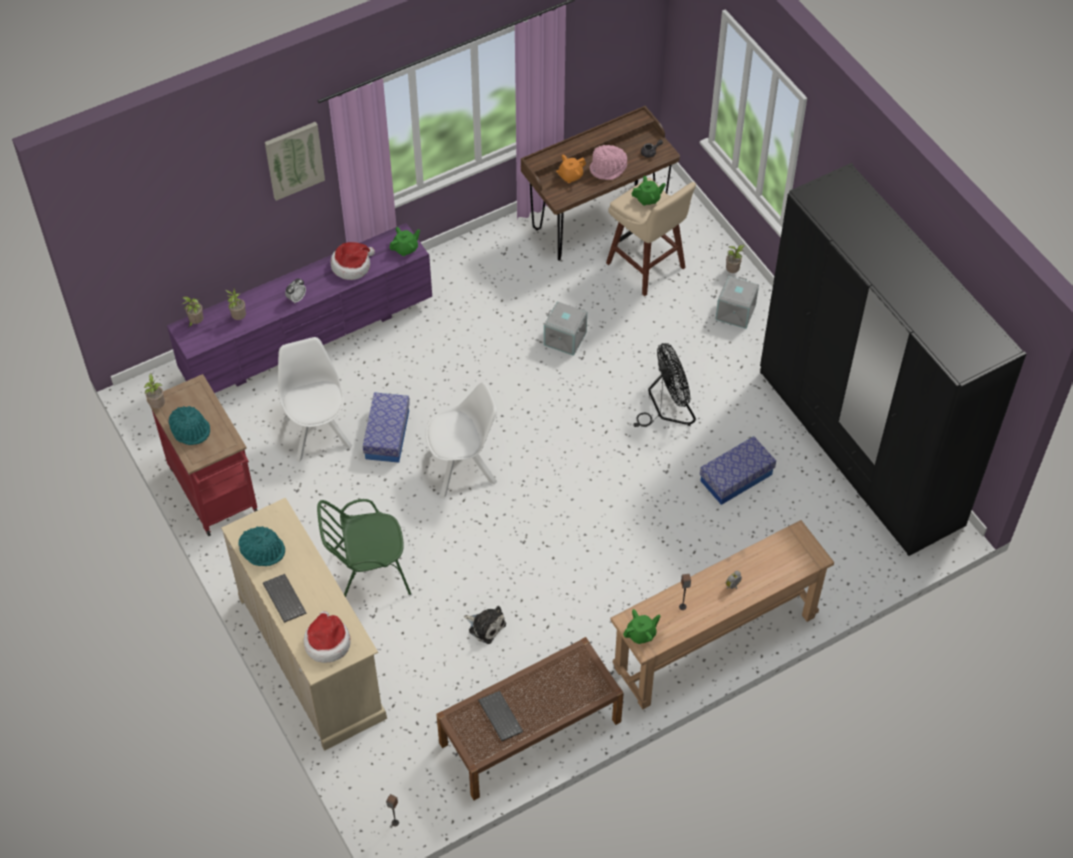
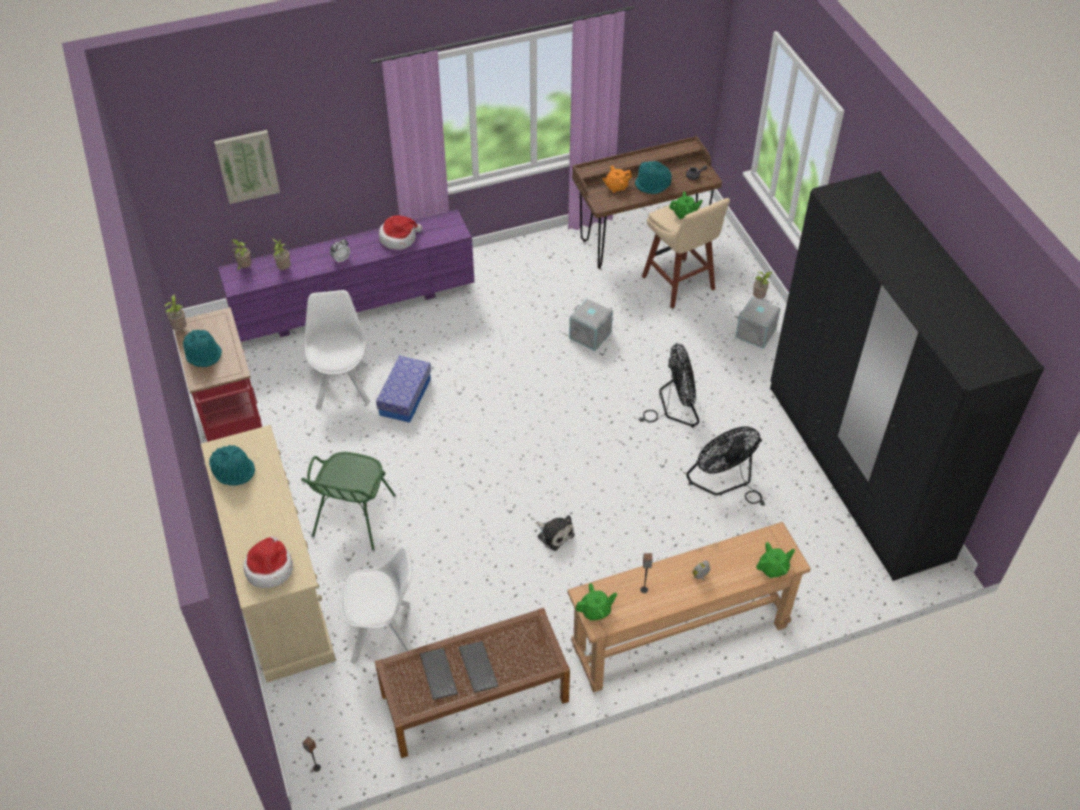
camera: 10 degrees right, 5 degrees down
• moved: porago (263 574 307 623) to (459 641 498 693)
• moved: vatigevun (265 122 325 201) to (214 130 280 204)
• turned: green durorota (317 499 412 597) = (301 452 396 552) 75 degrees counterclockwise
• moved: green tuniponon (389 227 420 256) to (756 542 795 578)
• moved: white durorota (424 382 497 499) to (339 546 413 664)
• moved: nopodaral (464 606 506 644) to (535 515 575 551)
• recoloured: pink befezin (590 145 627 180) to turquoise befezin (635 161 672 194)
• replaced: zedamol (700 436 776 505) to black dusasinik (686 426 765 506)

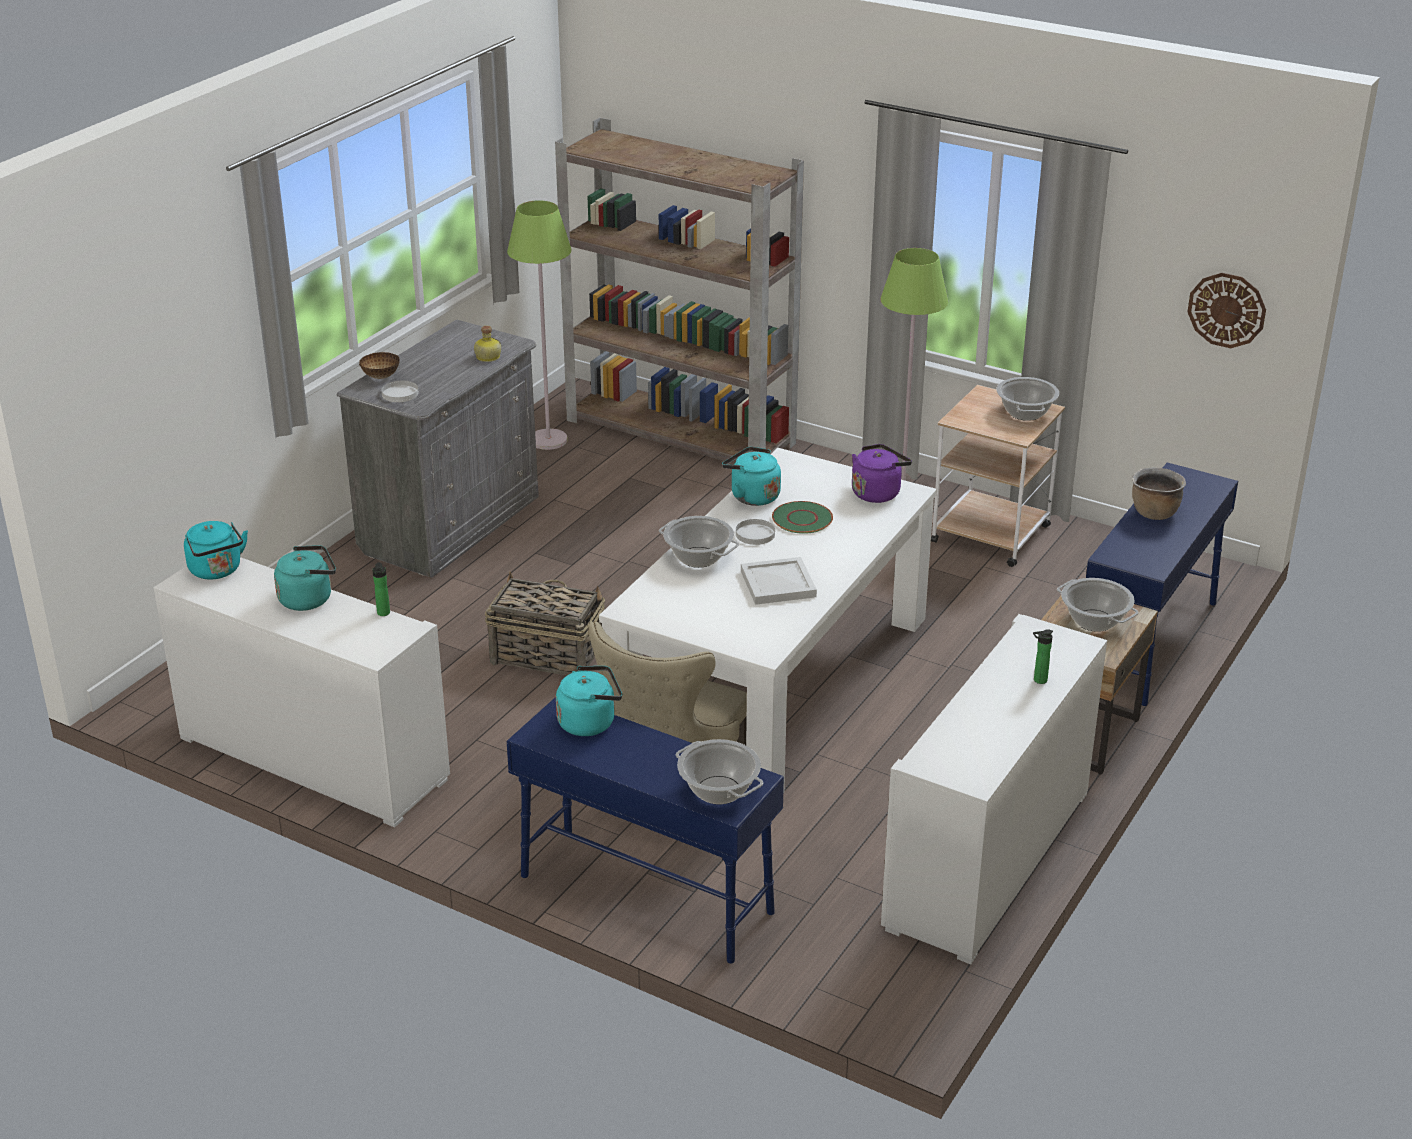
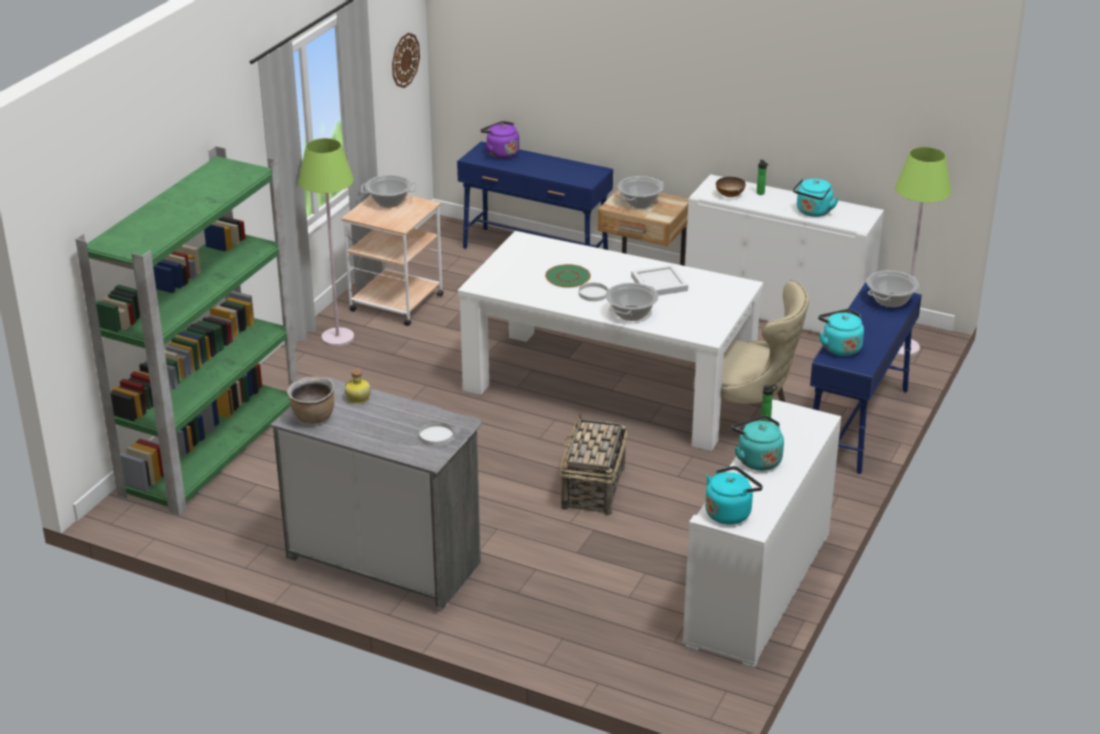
camera: 95 degrees left, 0 degrees up
• moved: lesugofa (359 352 400 379) to (716 177 746 197)
• moved: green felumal (507 200 571 450) to (895 147 951 357)
• recoloured: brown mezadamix (555 118 804 464) to green mezadamix (75 146 298 515)
• moved: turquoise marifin (722 447 781 506) to (793 179 839 217)
• moved: purple marifin (852 444 912 503) to (480 121 519 159)
• moved: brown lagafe (1132 467 1186 520) to (287 377 335 424)

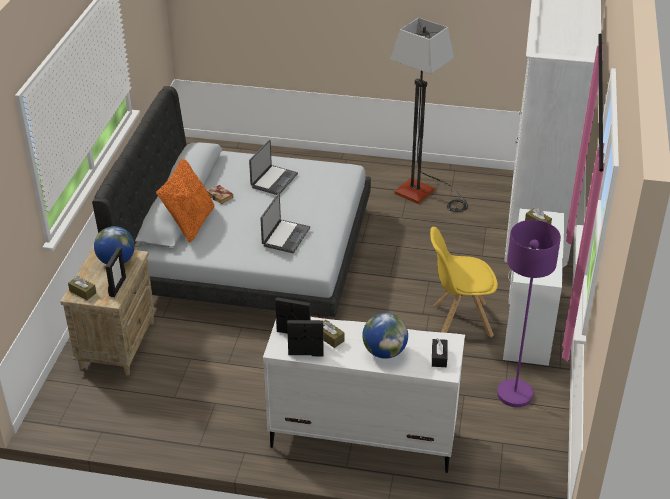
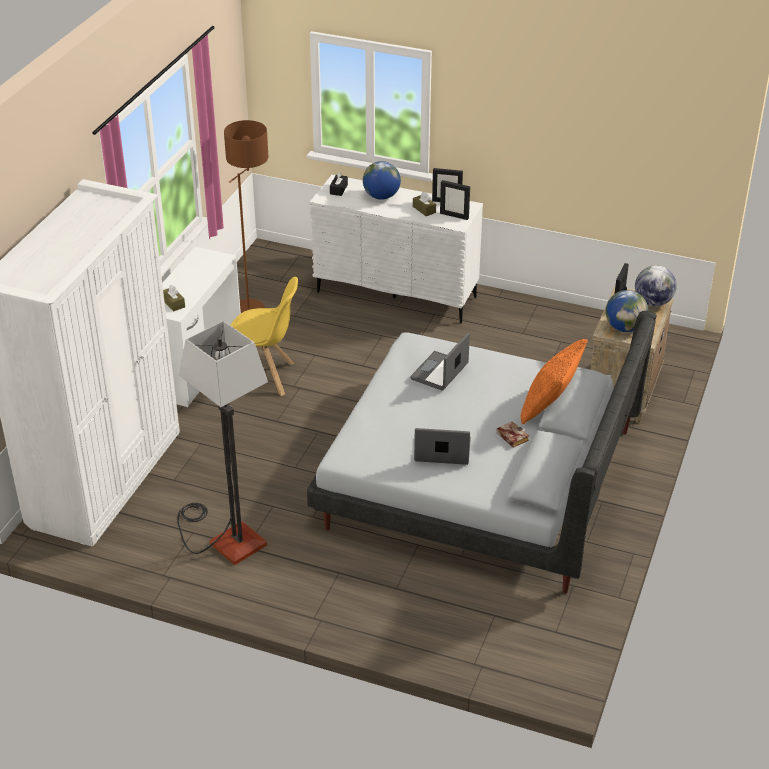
camera: 170 degrees left, 0 degrees up
• replaced: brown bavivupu (68 276 96 300) to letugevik (635 265 677 306)
• turned: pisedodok (249 140 298 195) = (414 428 471 465) 60 degrees clockwise
• recoloured: purple felumal (497 220 561 407) to brown felumal (224 120 268 313)

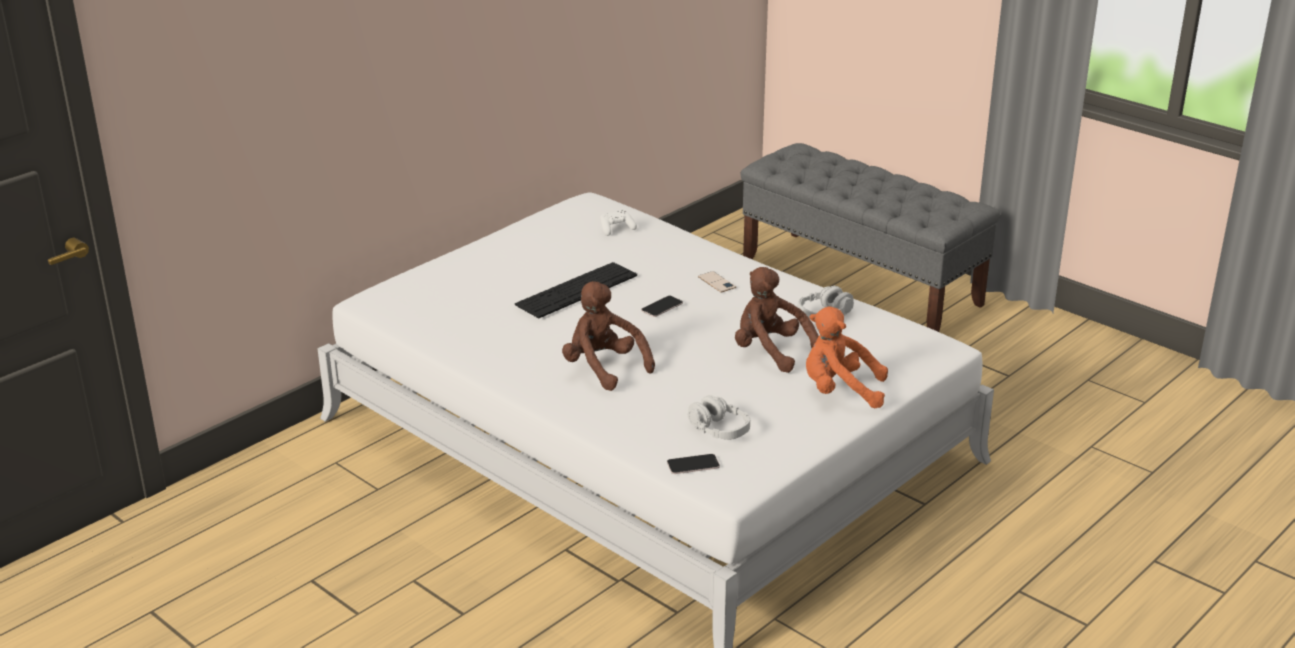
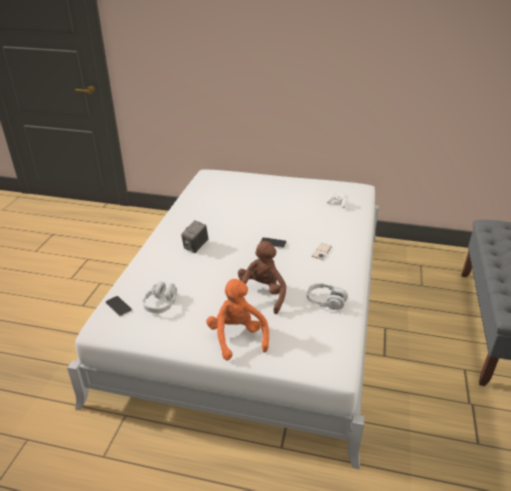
camera: 60 degrees right, 5 degrees up
• removed: porago (515 262 637 318)
• replaced: brown nopodaral (562 281 655 391) to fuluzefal (181 220 209 253)

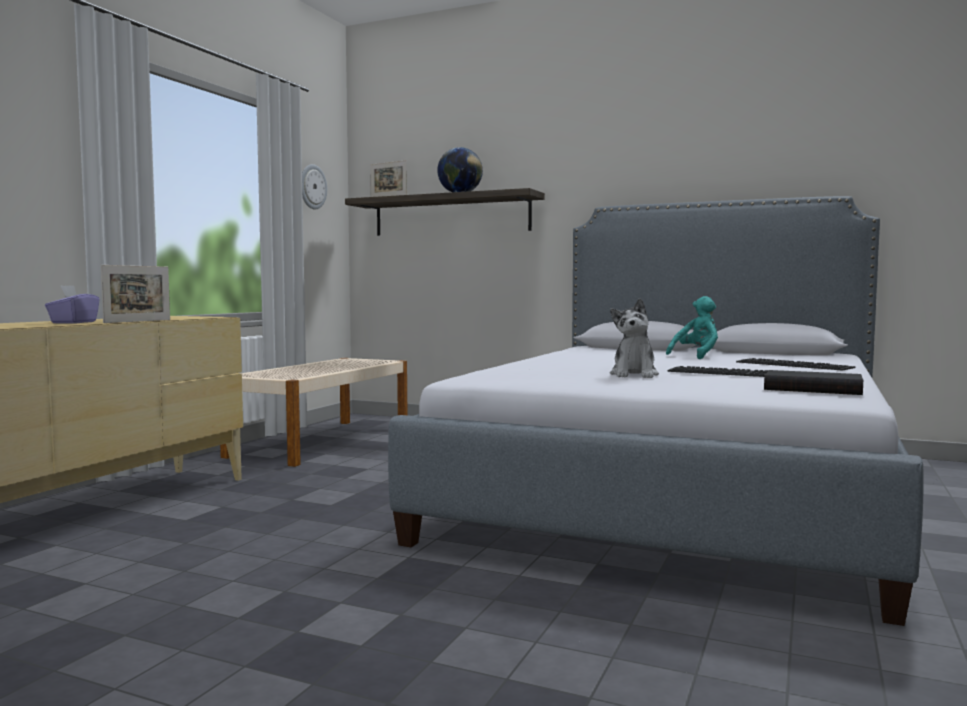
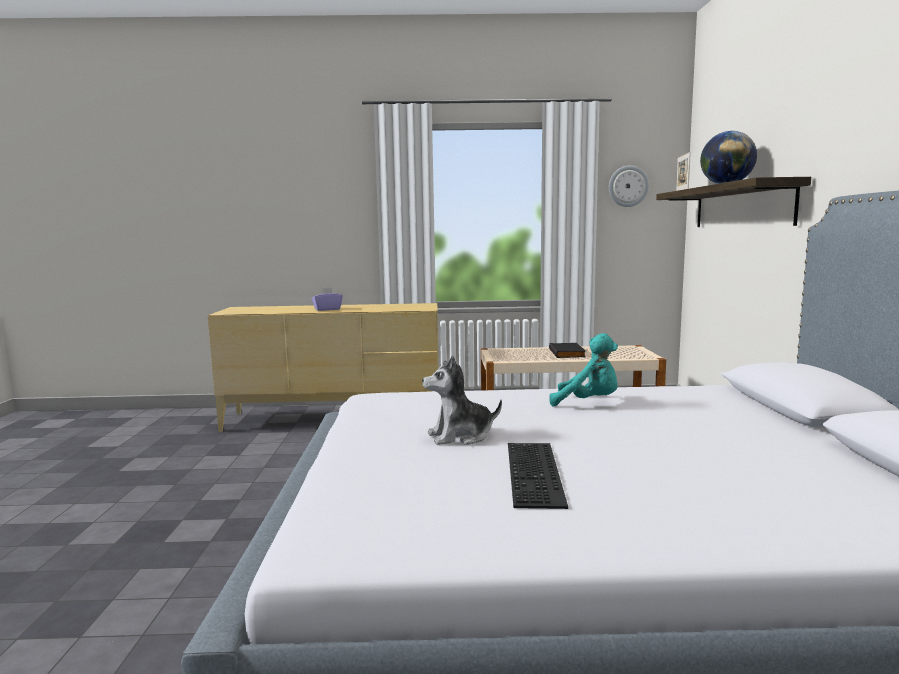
camera: 65 degrees right, 5 degrees up
• removed: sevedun (101 265 170 323)
• moved: turquoise nopodaral (666 296 718 359) to (549 333 618 407)
• removed: porago (736 358 855 371)
• moved: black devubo (764 370 863 395) to (549 343 586 358)

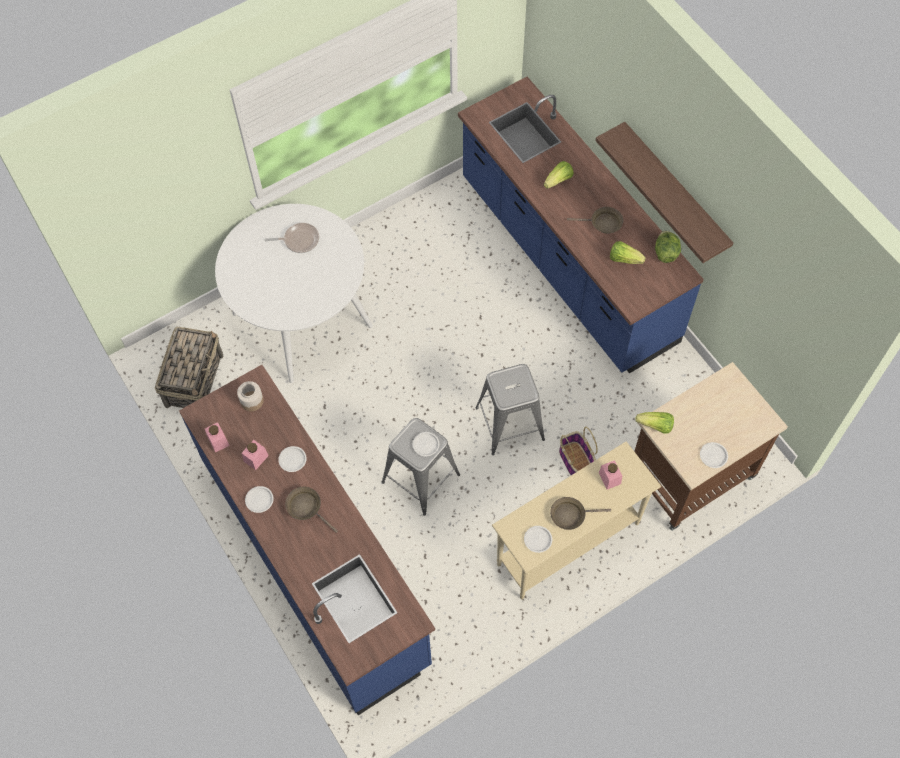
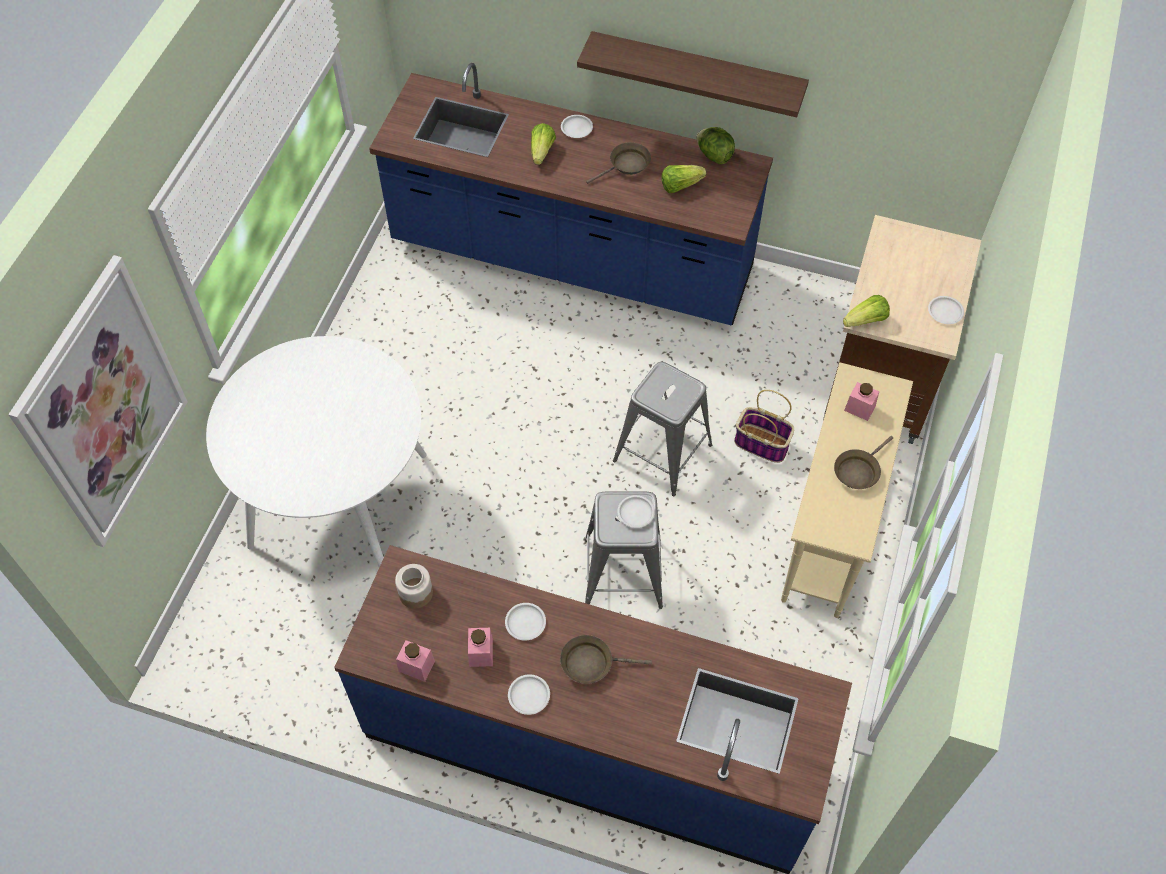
camera: 40 degrees left, 5 degrees down
• removed: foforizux (155 327 224 408)
• removed: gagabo (264 223 319 253)
• moved: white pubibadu (524 526 552 553) to (561 115 593 138)
• added: vatigevun (8 255 188 547)

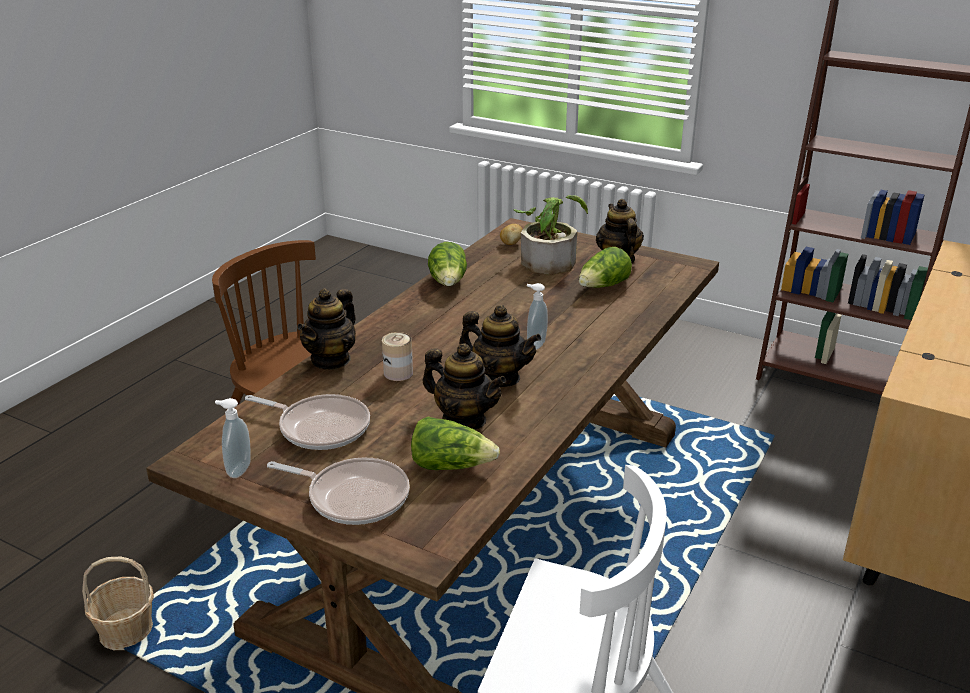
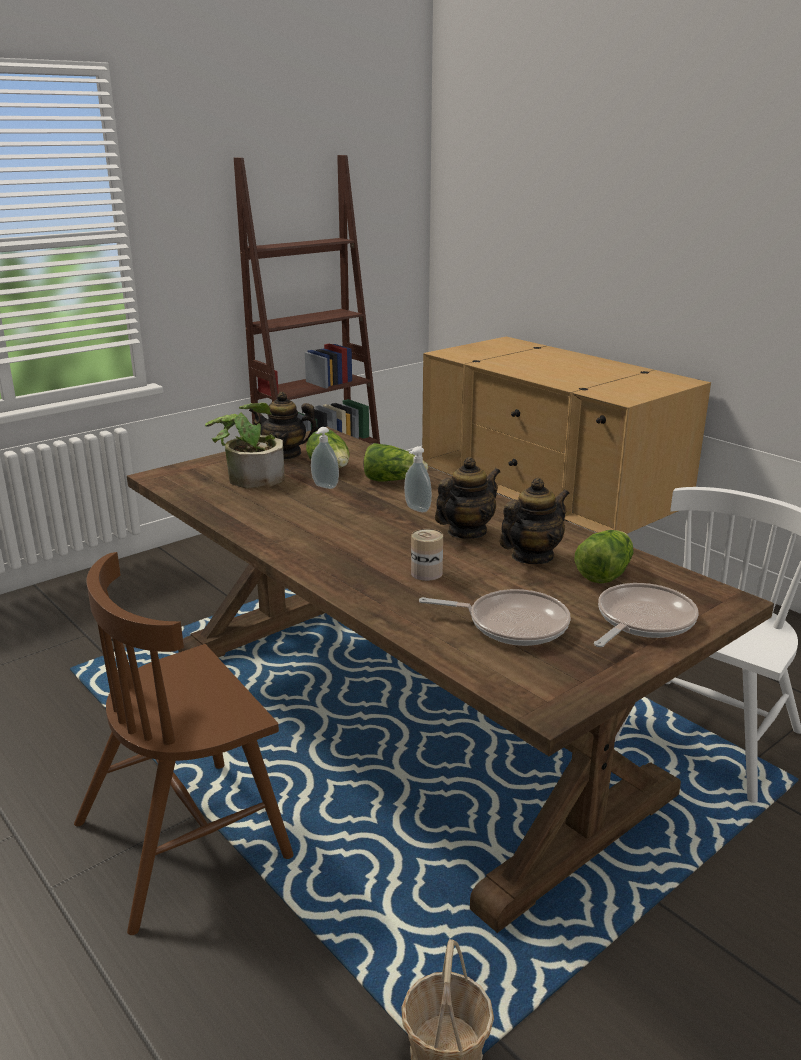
camera: 70 degrees left, 5 degrees down
• moved: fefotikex (215 398 251 478) to (311 427 339 489)
• turned: gagabo (245 394 370 450) = (419 589 570 646) 60 degrees clockwise
• removed: tuniponon (297 288 356 370)
• moved: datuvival (428 242 467 286) to (364 443 428 482)
• removed: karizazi (500 224 523 245)

